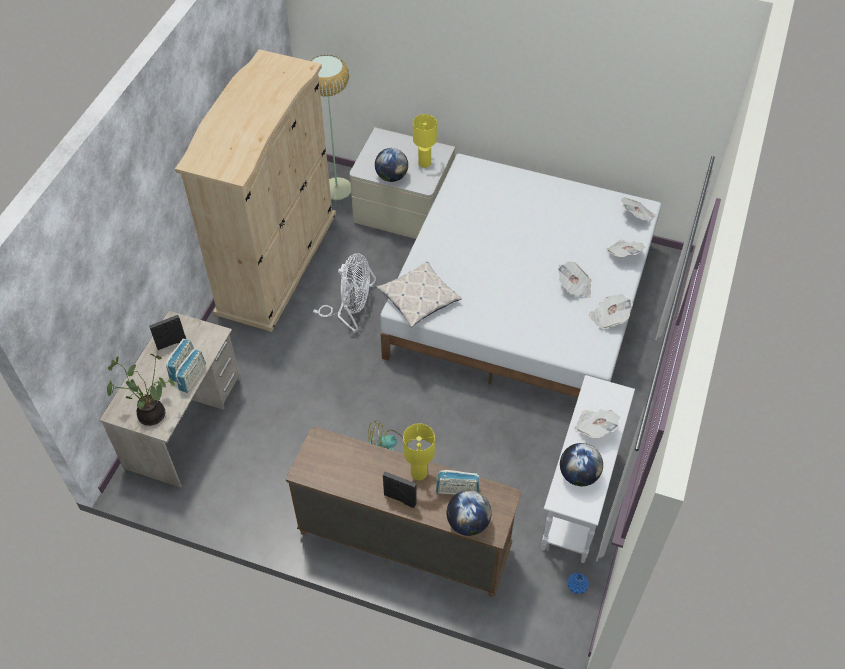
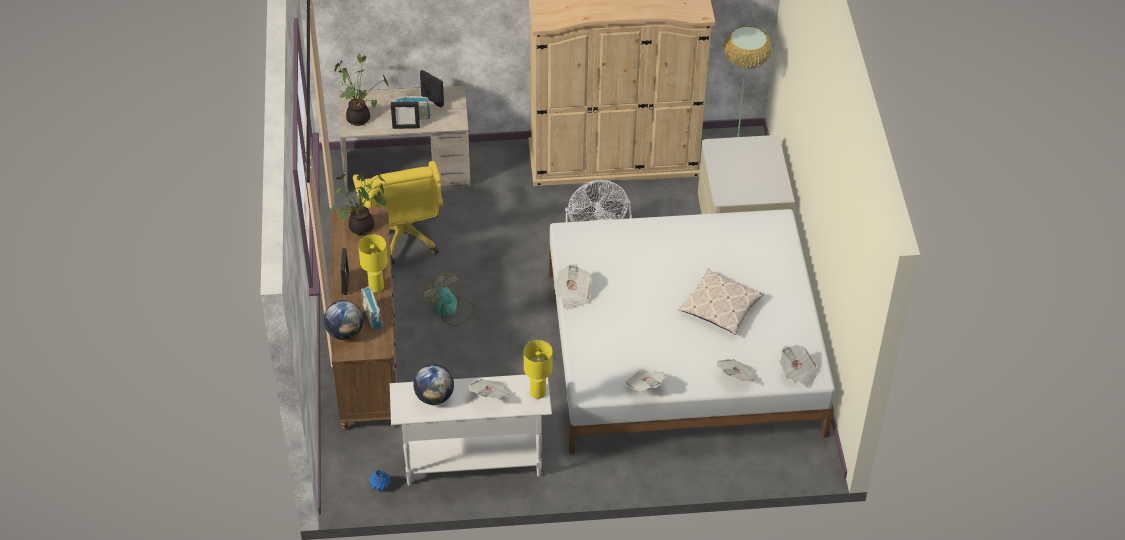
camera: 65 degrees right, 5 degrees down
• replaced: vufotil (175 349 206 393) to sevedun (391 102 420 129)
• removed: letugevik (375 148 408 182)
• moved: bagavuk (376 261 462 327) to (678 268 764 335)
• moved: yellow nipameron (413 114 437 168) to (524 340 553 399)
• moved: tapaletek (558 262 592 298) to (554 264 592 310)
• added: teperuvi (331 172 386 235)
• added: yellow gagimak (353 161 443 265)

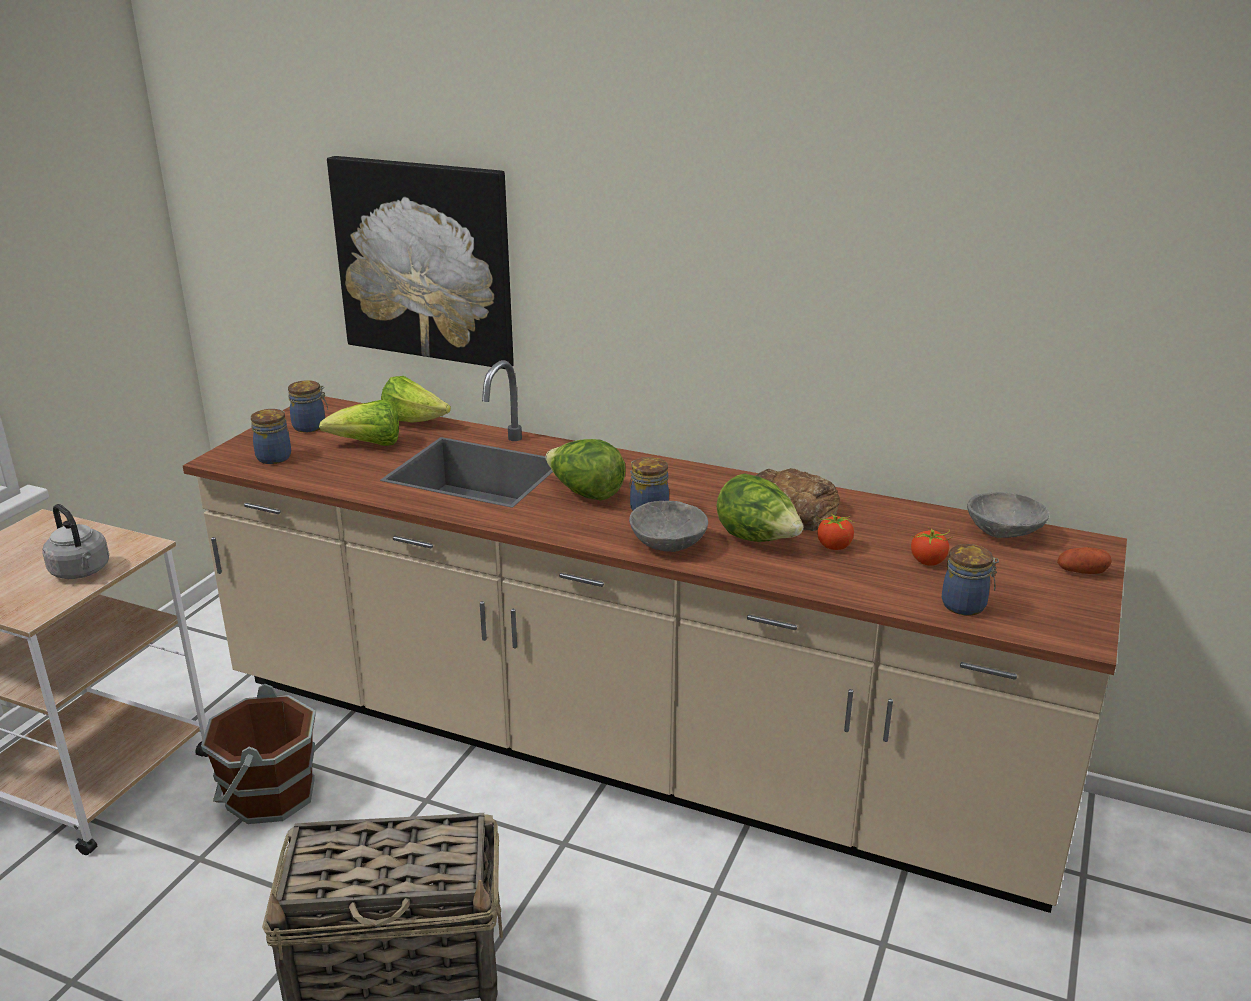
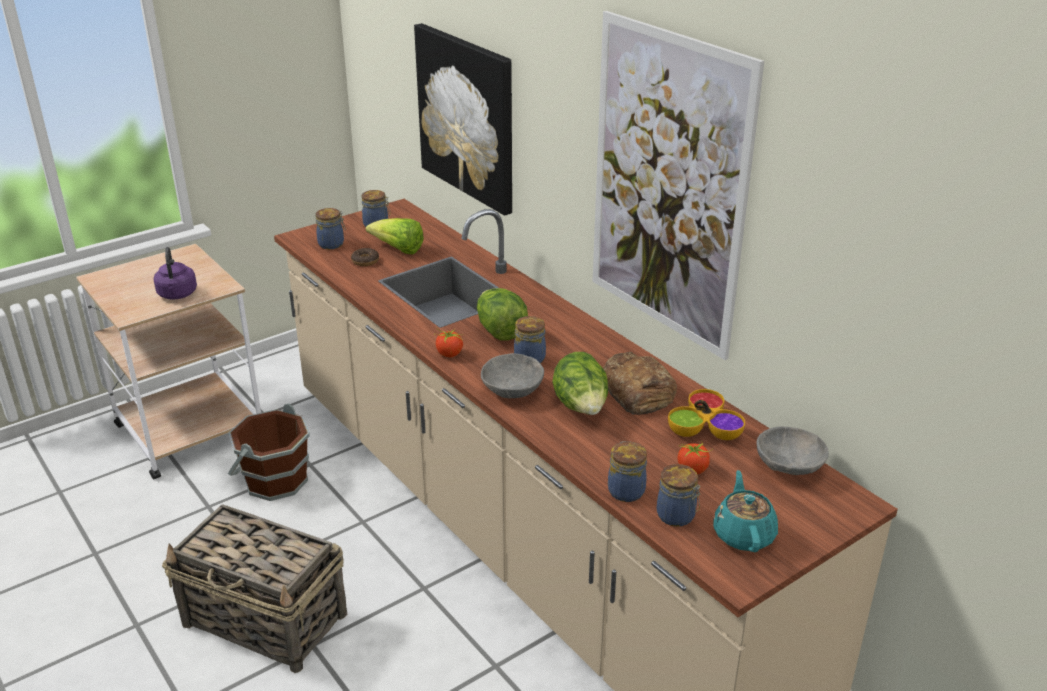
camera: 30 degrees right, 5 degrees up
• recoloured: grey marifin (42 504 109 579) to purple marifin (154 247 197 300)
• removed: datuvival (381 376 451 422)
• moved: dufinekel (816 514 854 550) to (436 329 463 357)
• removed: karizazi (1057 547 1112 574)
• added: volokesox (351 248 379 266)
• added: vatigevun (593 11 764 360)
• added: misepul (608 441 647 502)
• added: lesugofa (668 389 745 440)
• added: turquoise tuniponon (713 470 778 552)

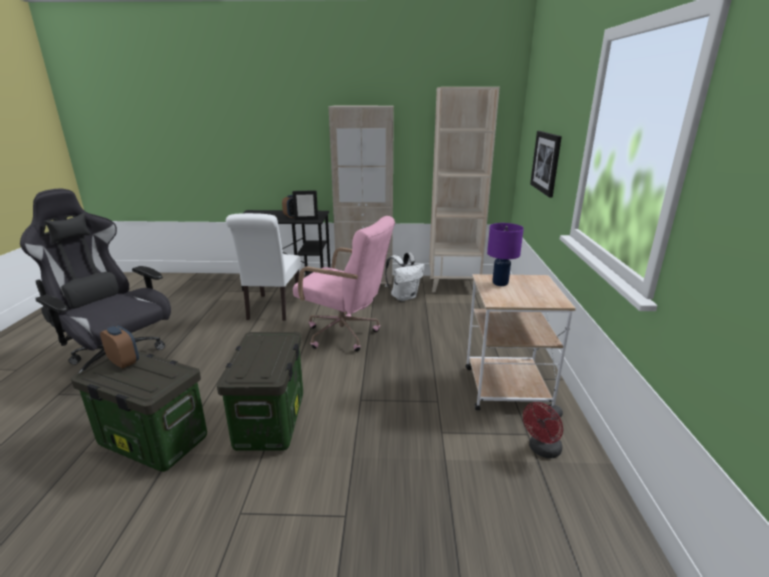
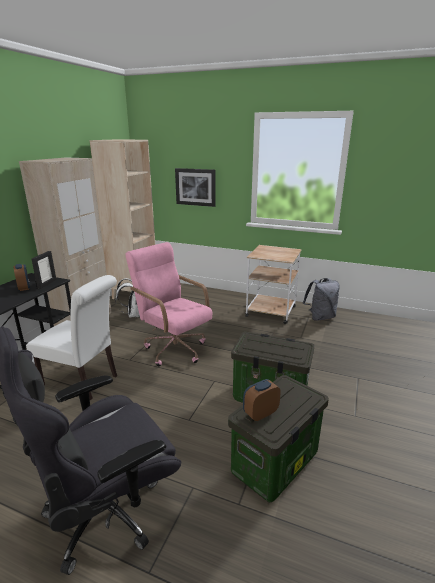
camera: 70 degrees left, 0 degrees up
• turned: pink gagimak (293 216 395 351) = (125 242 212 366) 90 degrees counterclockwise
• removed: purple nipameron (487 223 524 286)
• replaced: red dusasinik (523 402 563 458) to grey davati (303 278 340 321)

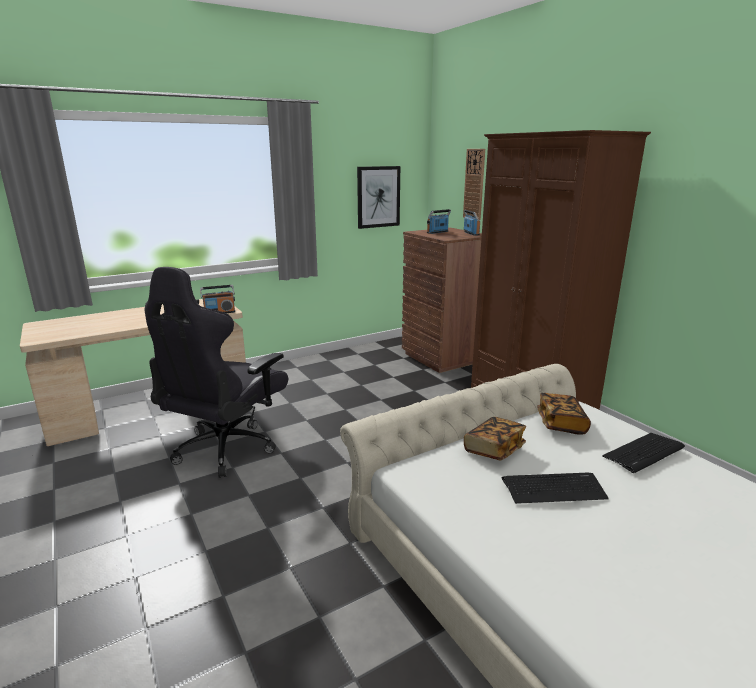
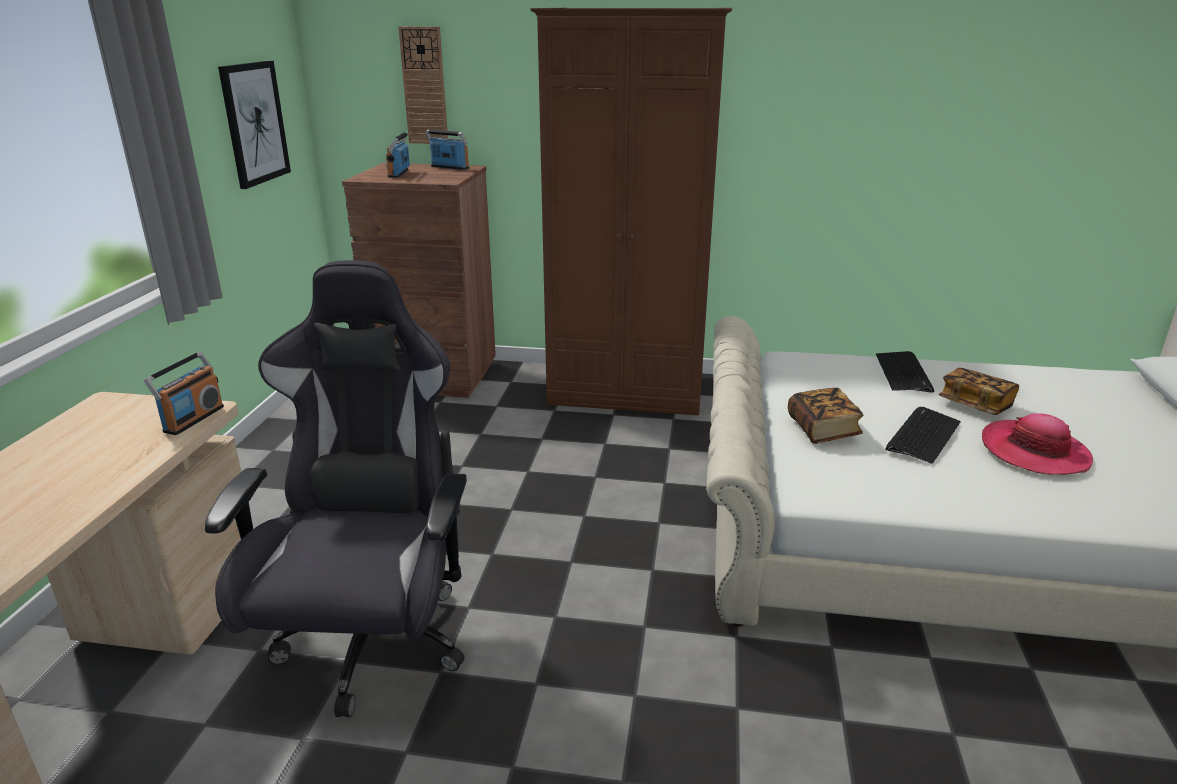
camera: 50 degrees left, 5 degrees up
• turned: black gagimak (145 267 288 478) = (205 260 467 717) 150 degrees counterclockwise
• moved: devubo (537 393 591 434) to (939 368 1019 415)
• added: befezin (982 413 1093 475)

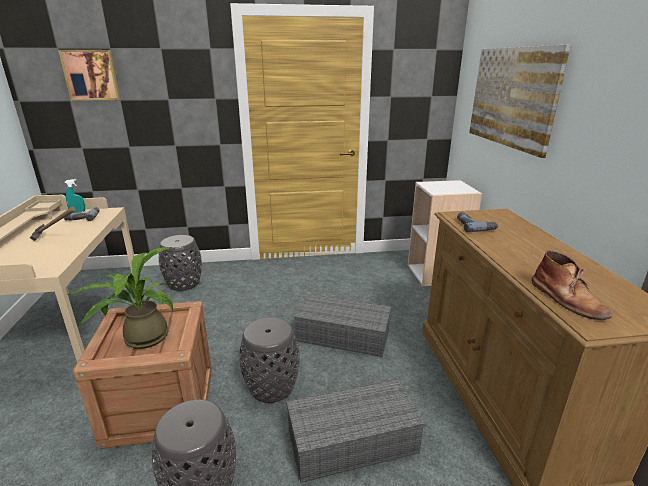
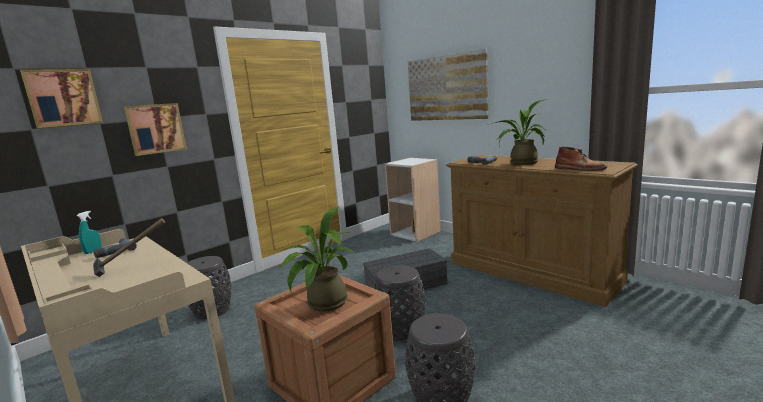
camera: 35 degrees left, 10 degrees down
• removed: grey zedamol (286 379 425 483)
• added: vatigevun (124 103 187 156)
• added: teperuvi (488 99 548 165)

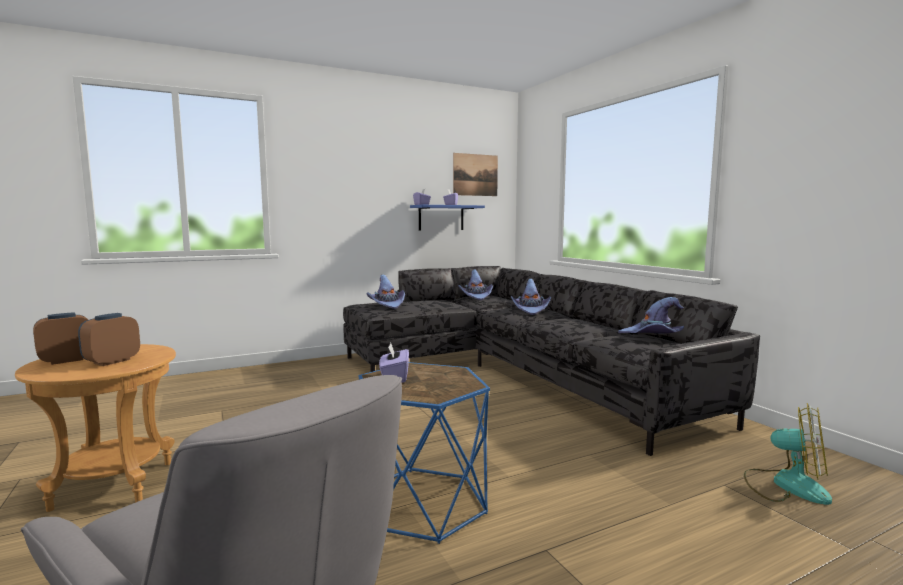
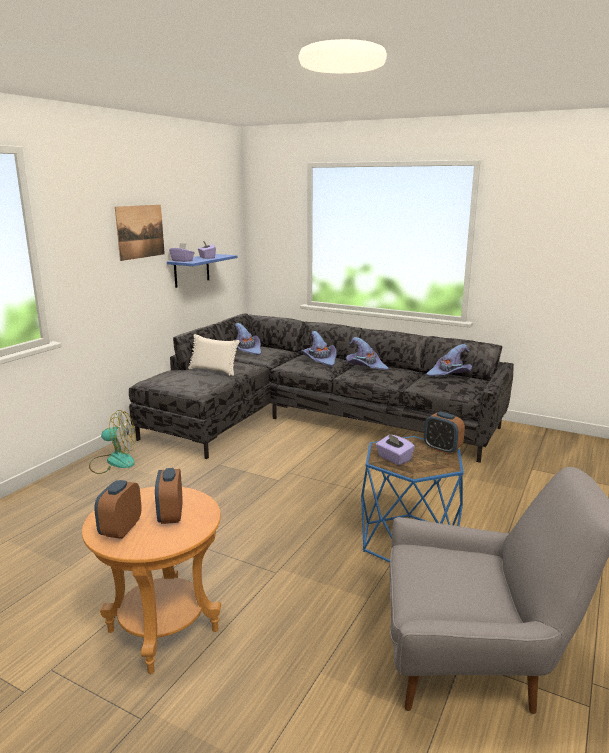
camera: 35 degrees left, 10 degrees up
• moved: purple befezin (366 275 405 309) to (346 337 388 370)
• moved: vatigevun (453 153 498 196) to (115 205 165 261)
• moved: dusasinik (744 403 832 505) to (89 410 135 474)
• added: white bagavuk (189 334 240 376)
• added: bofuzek (424 412 465 454)

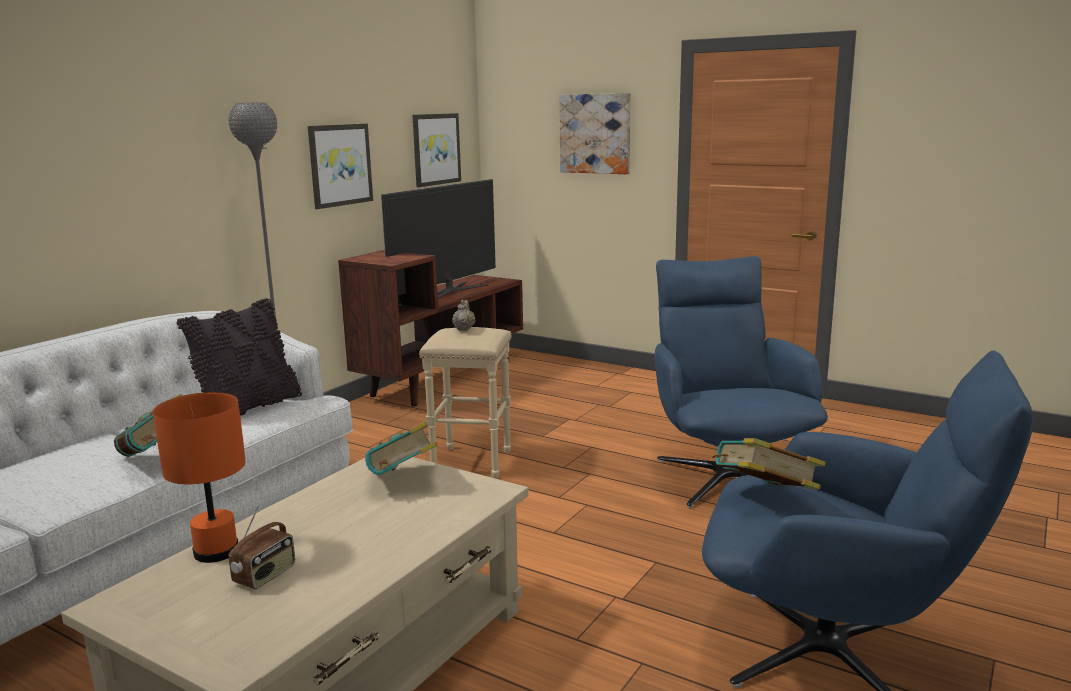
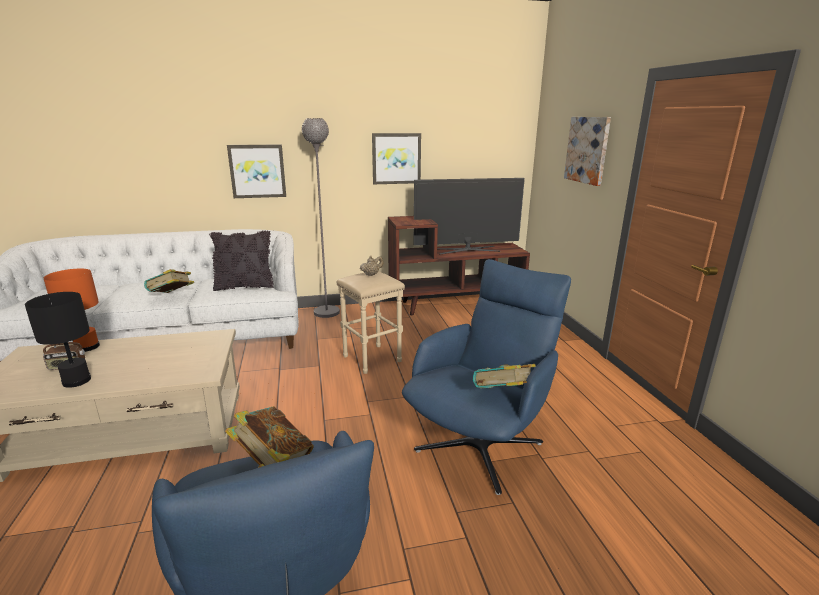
camera: 45 degrees right, 5 degrees up
• moved: devubo (365 421 437 475) to (473 364 536 389)
• moved: vatigevun (412 113 461 187) to (227 145 286 198)
• added: black nipameron (25 292 91 388)

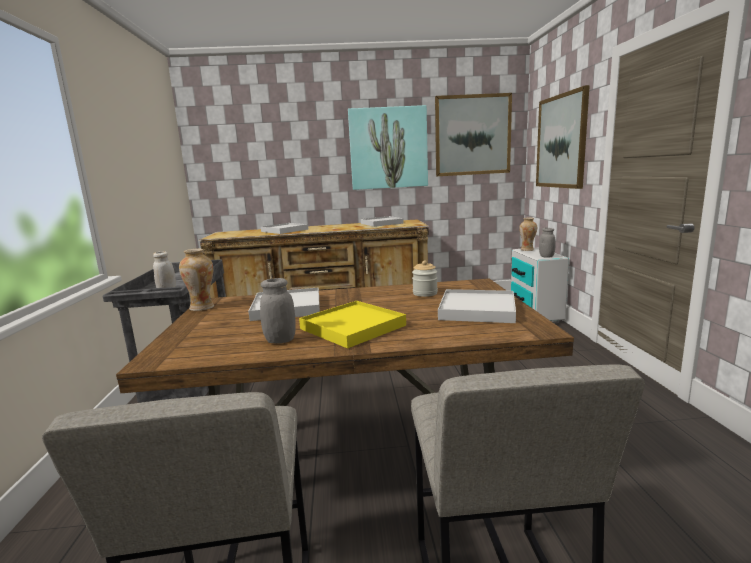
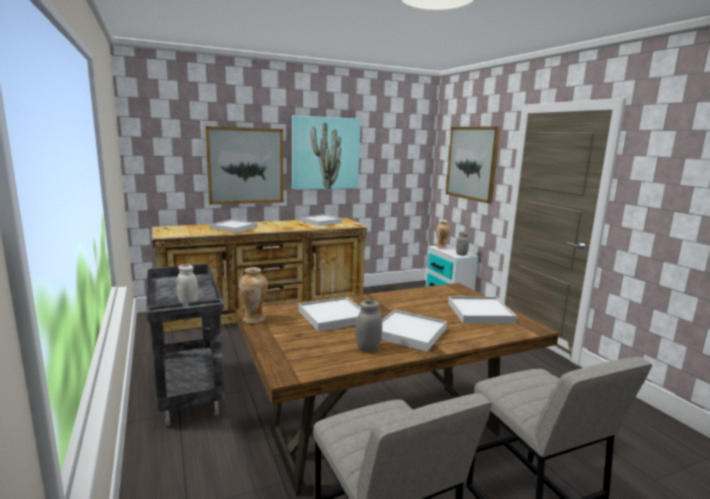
camera: 20 degrees left, 0 degrees up
• recoloured: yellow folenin (299 301 406 348) to white folenin (381 310 447 352)
• removed: misepul (412 260 438 297)
• moved: vatigevun (435 93 512 176) to (205 126 284 204)

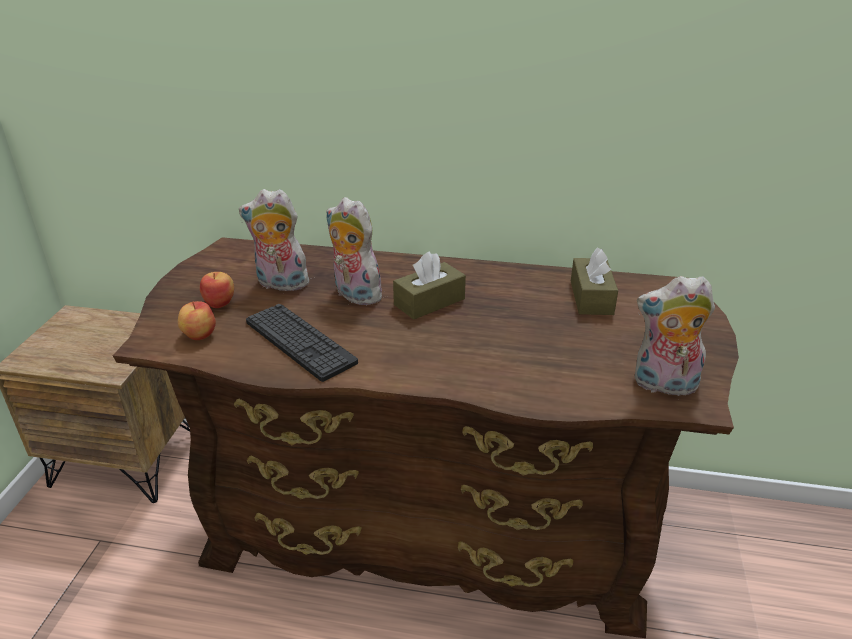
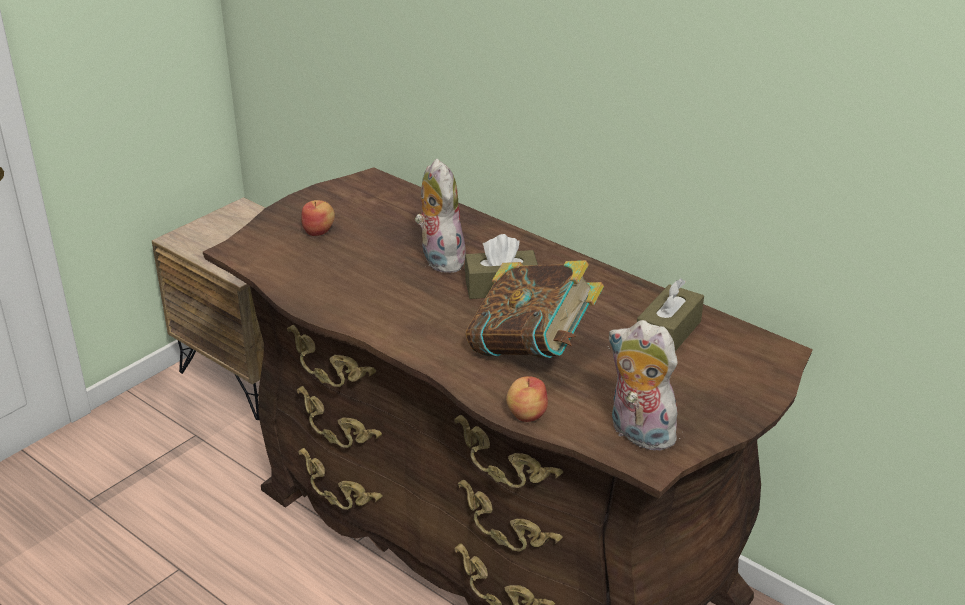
camera: 30 degrees right, 0 degrees up
• moved: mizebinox (178 301 216 340) to (506 376 548 422)
• removed: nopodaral (239 189 309 291)
• removed: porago (246 304 358 382)
• added: devubo (466 260 604 358)

